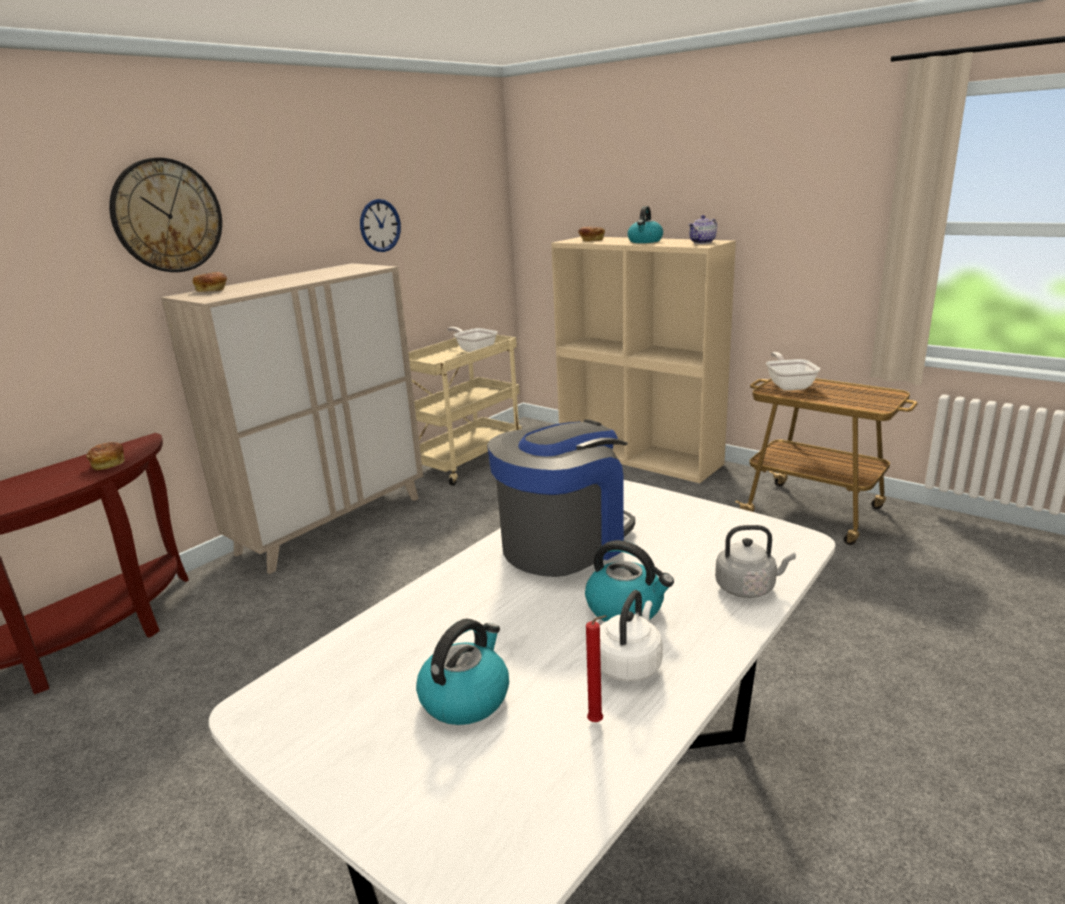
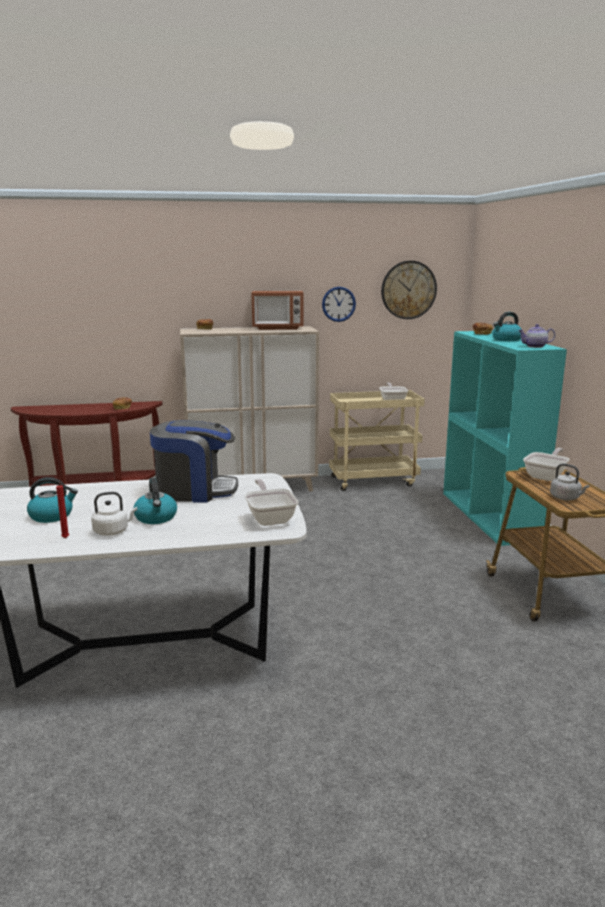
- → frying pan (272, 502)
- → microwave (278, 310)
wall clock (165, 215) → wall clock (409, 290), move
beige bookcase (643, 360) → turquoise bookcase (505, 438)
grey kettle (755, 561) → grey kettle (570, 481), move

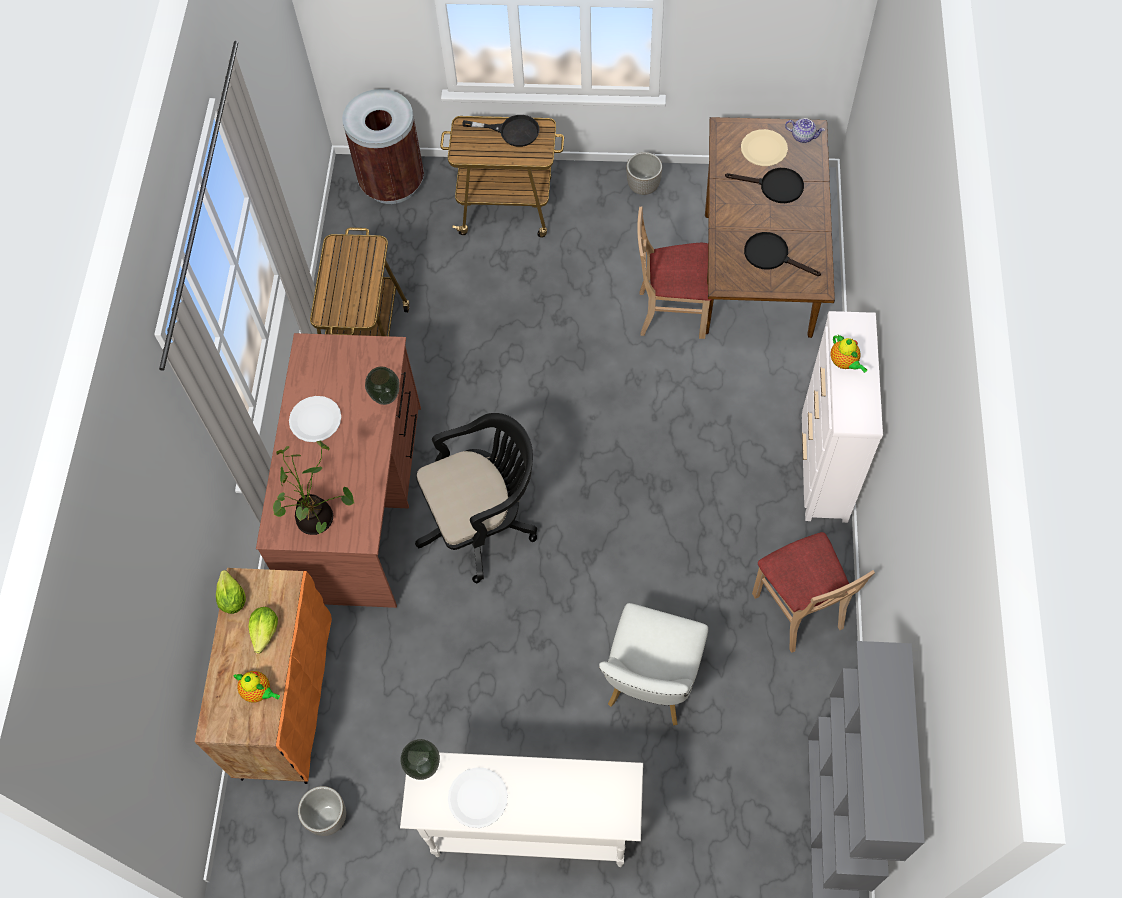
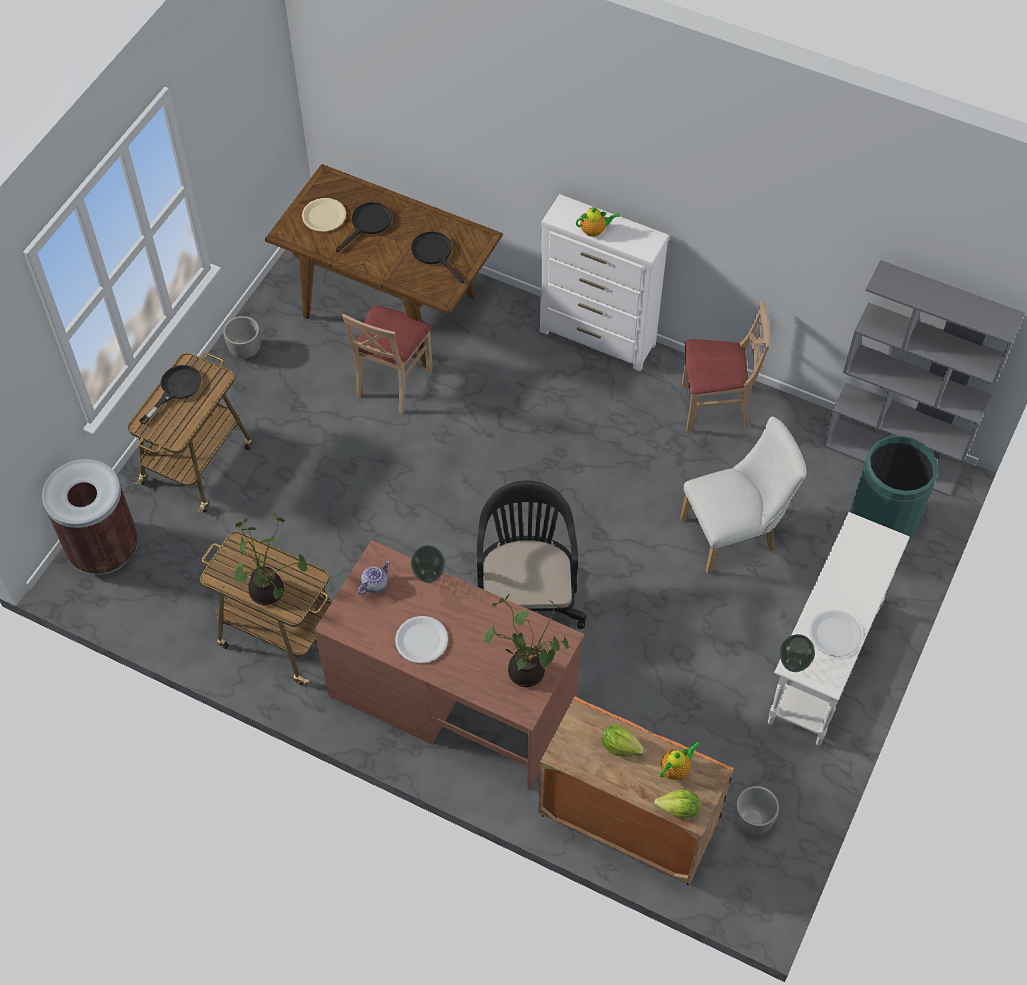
- → potted plant (271, 559)
teapot (805, 130) → teapot (374, 578), move
black frying pan (782, 254) → black frying pan (437, 257), 90 degrees clockwise
lettuce (231, 592) → lettuce (677, 804), move
white chair (653, 664) → white chair (743, 495), 60 degrees counterclockwise
- → green trash can (893, 489)

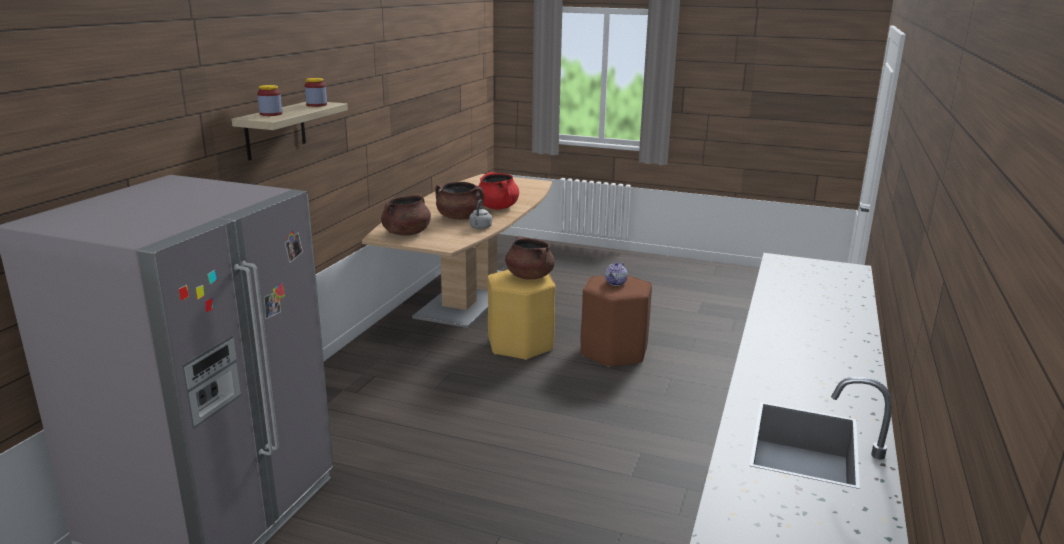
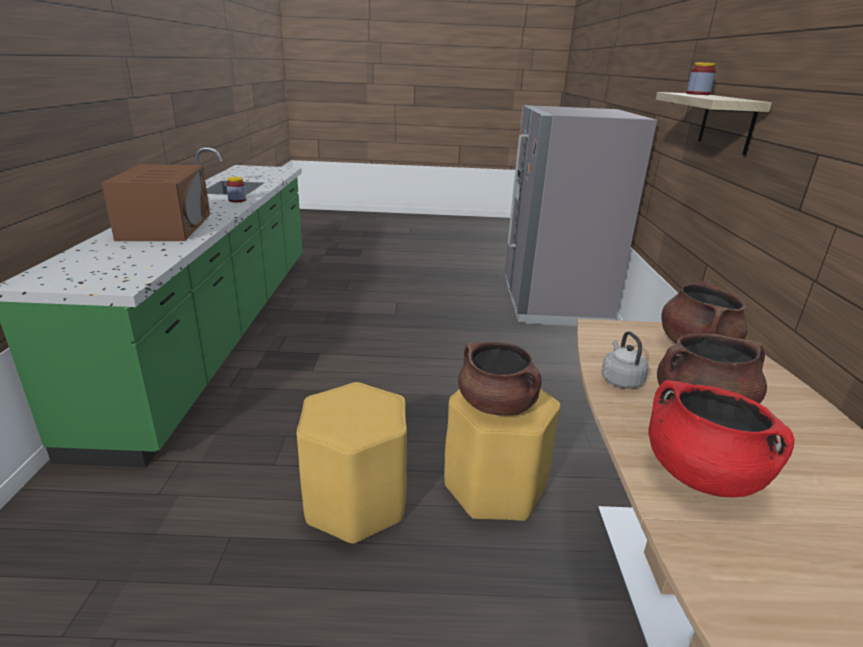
- → brown microwave (155, 202)
jar (316, 92) → jar (236, 189), move
brown stool (616, 321) → yellow stool (352, 463)
teapot (616, 274) → -

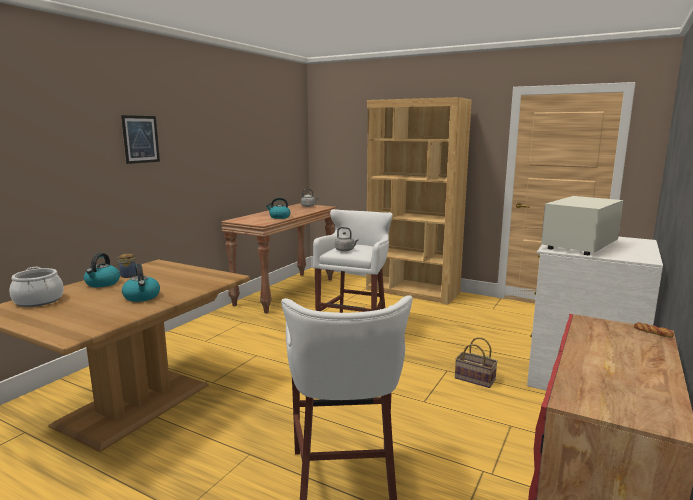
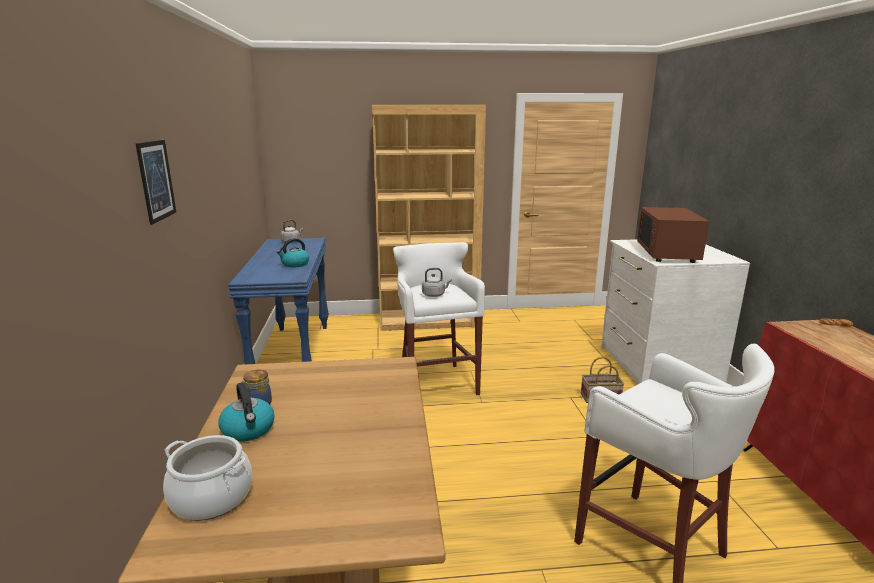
brown console table (279, 259) → blue console table (278, 301)
white microwave (582, 225) → brown microwave (673, 235)
kettle (141, 283) → -

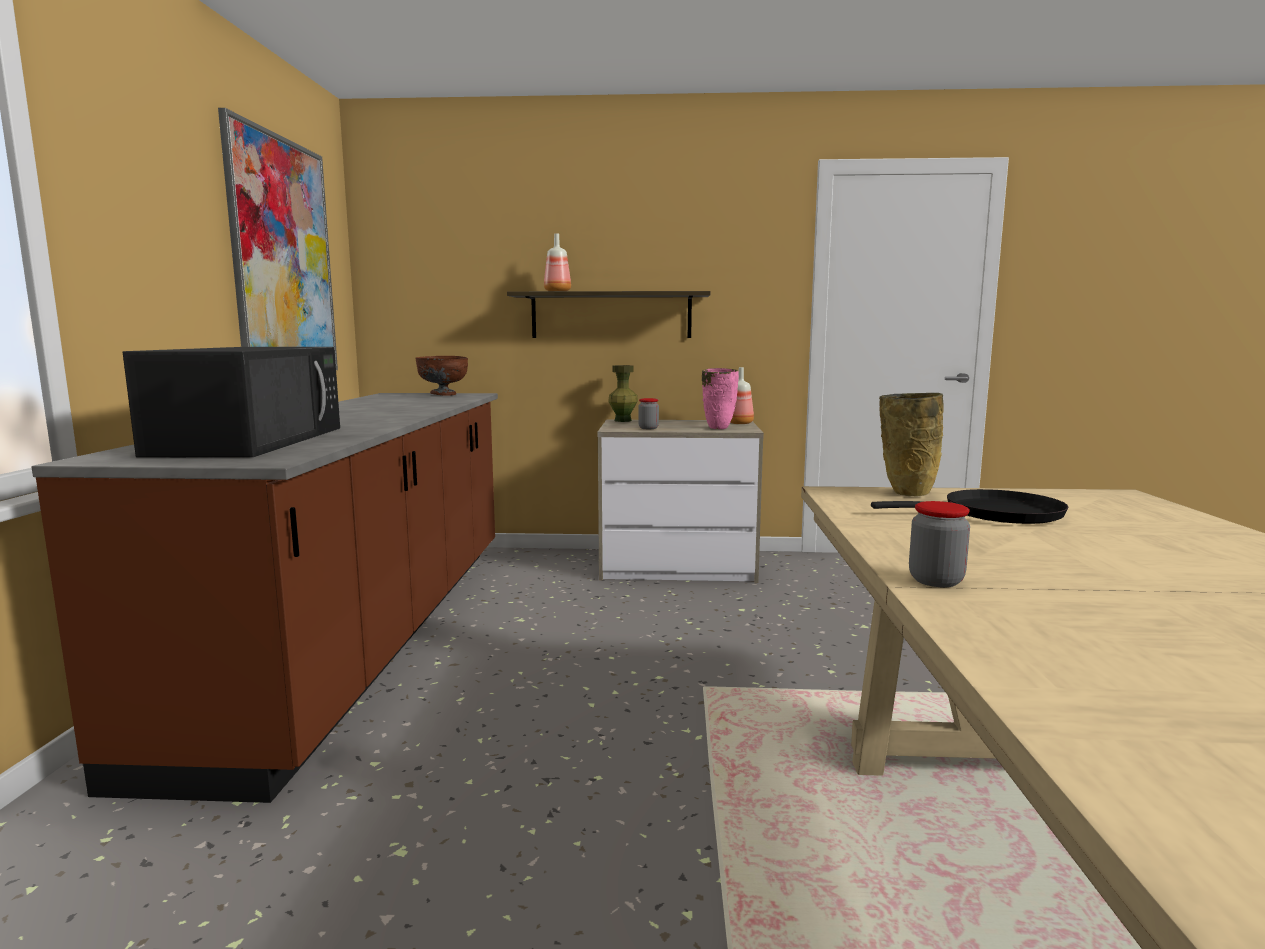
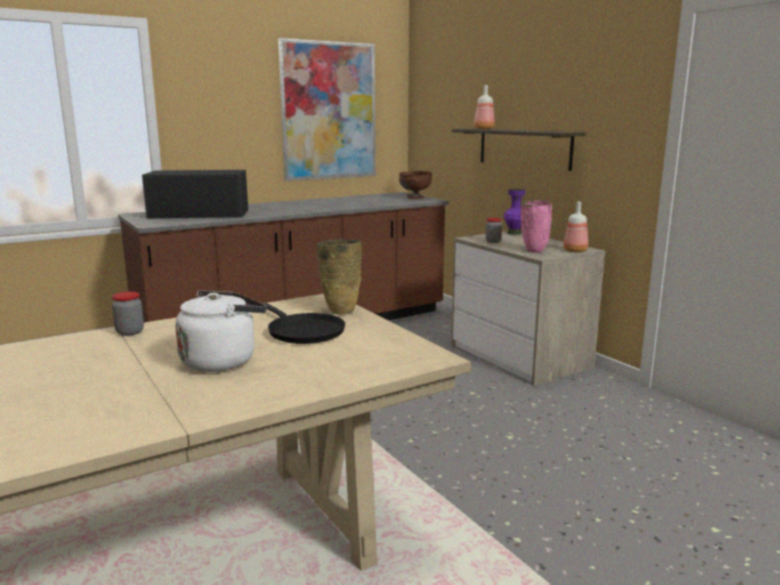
black microwave (231, 402) → black microwave (195, 194), 150 degrees counterclockwise
- → white kettle (221, 331)
green vase (623, 393) → purple vase (514, 212)

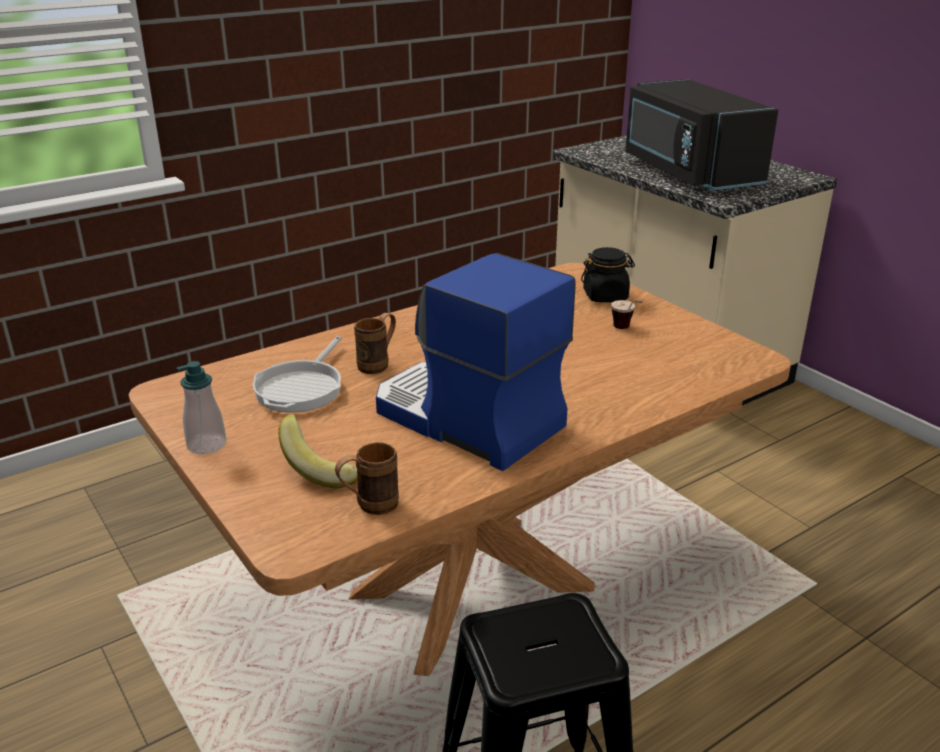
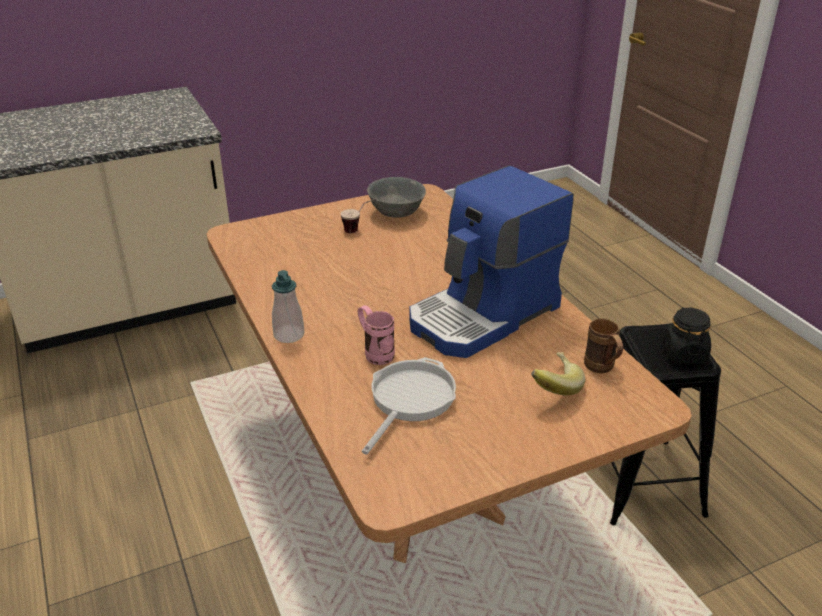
soap dispenser (201, 407) → soap dispenser (288, 306), move
brown mug (375, 343) → pink mug (376, 335)
frying pan (297, 374) → frying pan (409, 406), 90 degrees counterclockwise
- → grey bowl (396, 197)
black jar (608, 274) → black jar (686, 335), move
black microwave (701, 135) → -

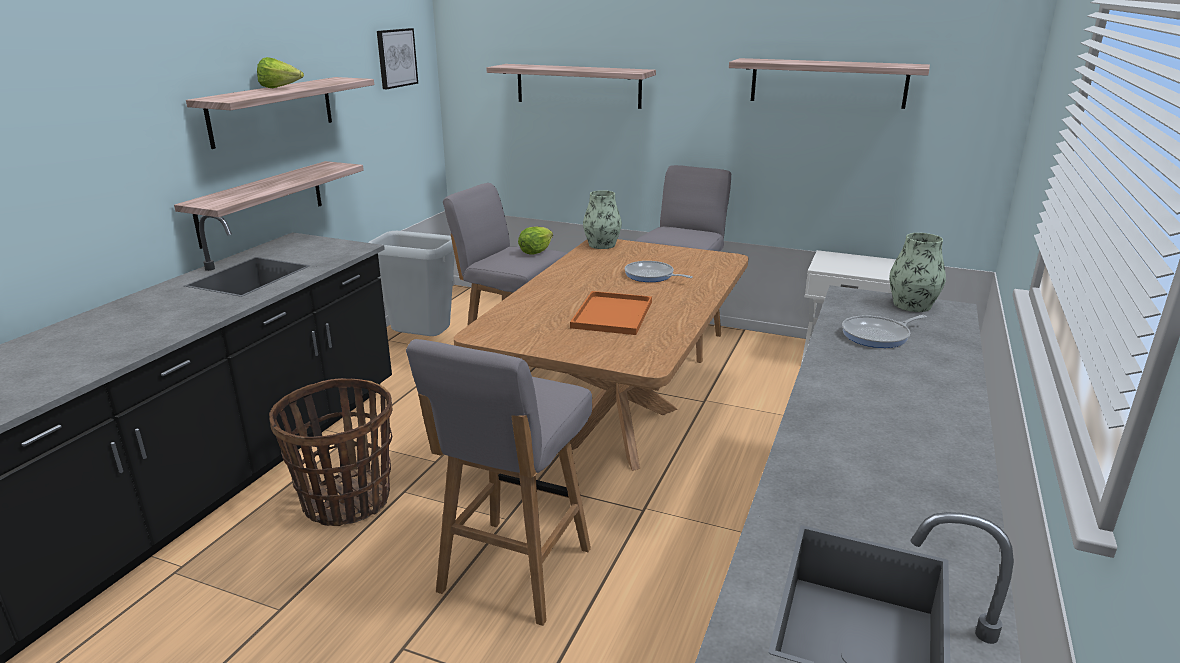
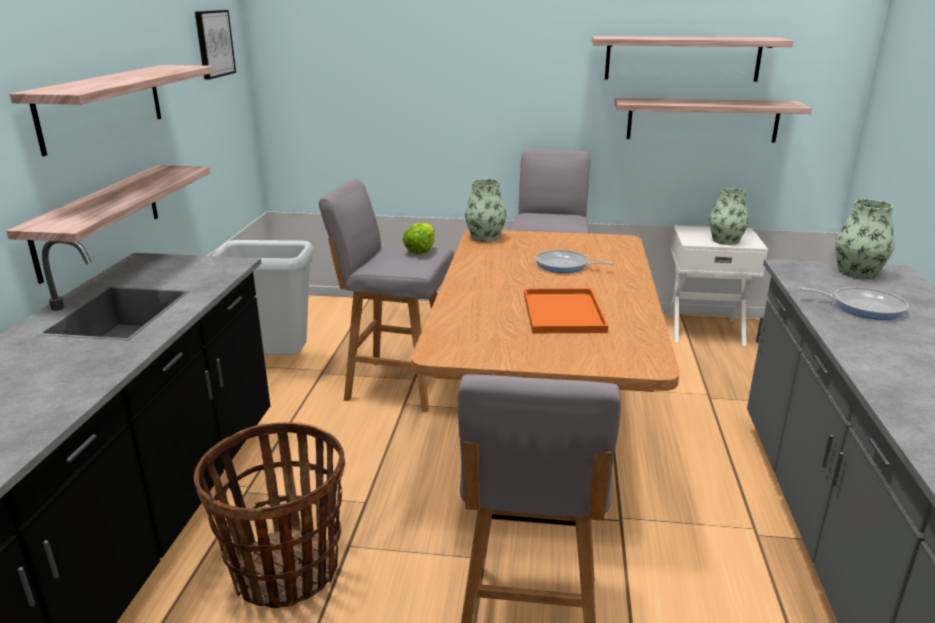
shelf (571, 86) → shelf (713, 120), move
- → vase (729, 216)
frying pan (884, 331) → frying pan (853, 303), 120 degrees counterclockwise
lettuce (280, 72) → -

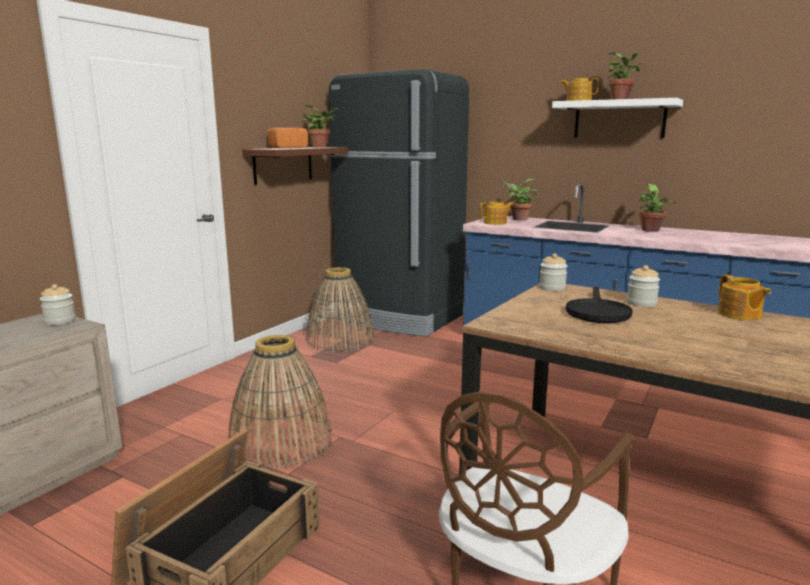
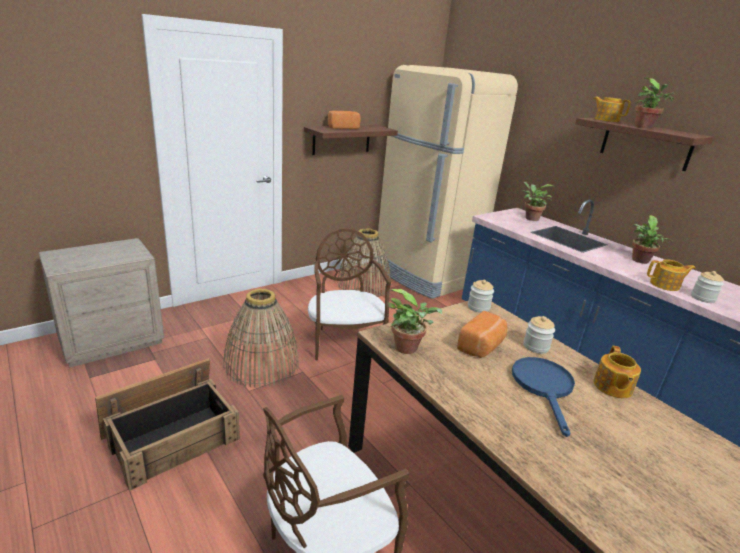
- → brown chair (349, 294)
black fridge (399, 202) → beige fridge (447, 182)
potted plant (320, 126) → potted plant (415, 321), move
black frying pan (599, 304) → bread (482, 334)
- → blue frying pan (543, 397)
white shelf (617, 118) → brown shelf (644, 144)
teapot (496, 213) → teapot (671, 275), move
jar (58, 304) → jar (707, 287), move

